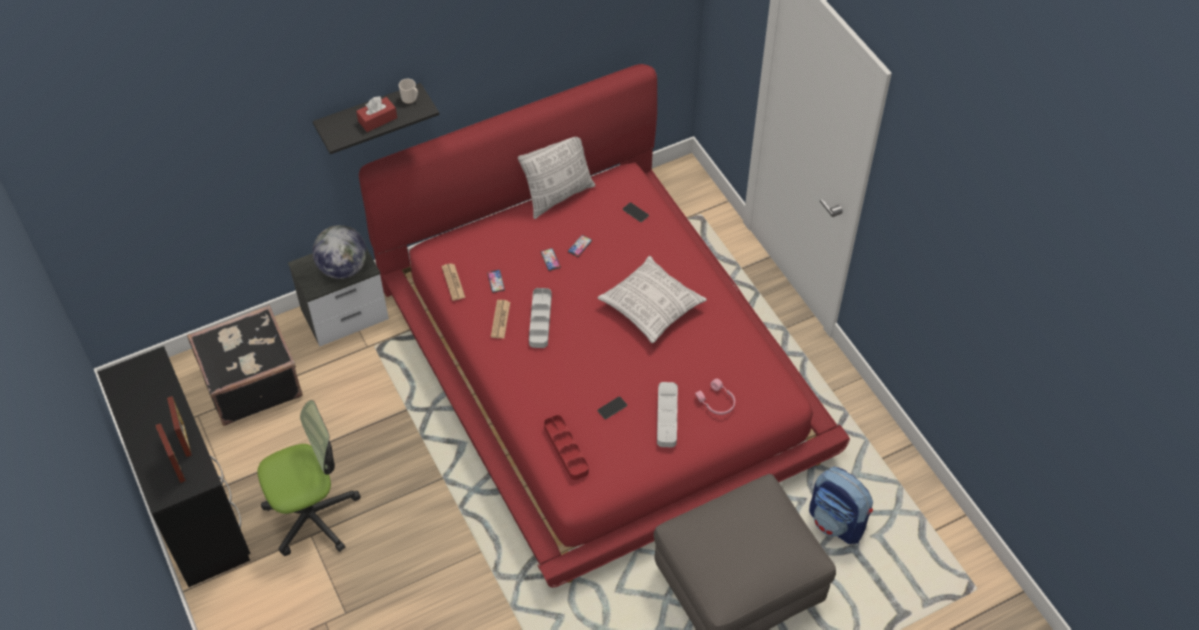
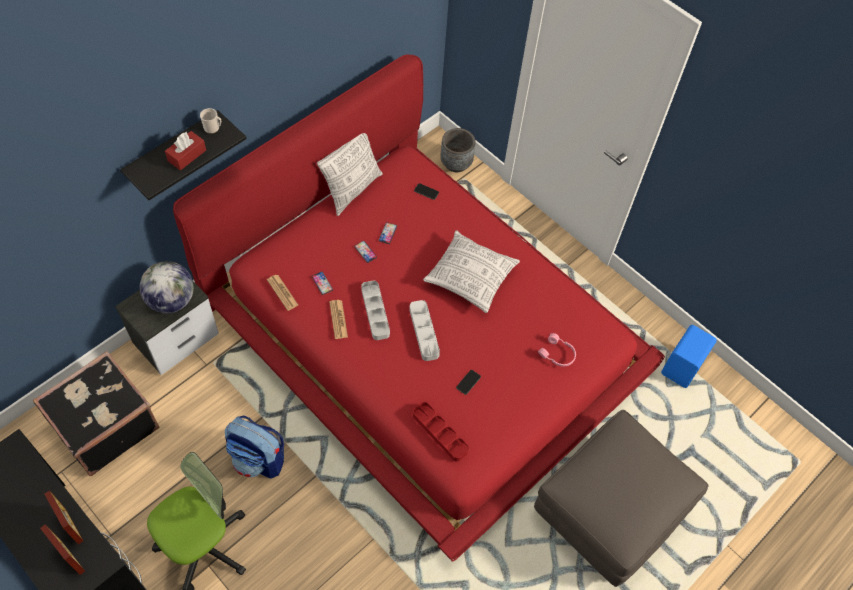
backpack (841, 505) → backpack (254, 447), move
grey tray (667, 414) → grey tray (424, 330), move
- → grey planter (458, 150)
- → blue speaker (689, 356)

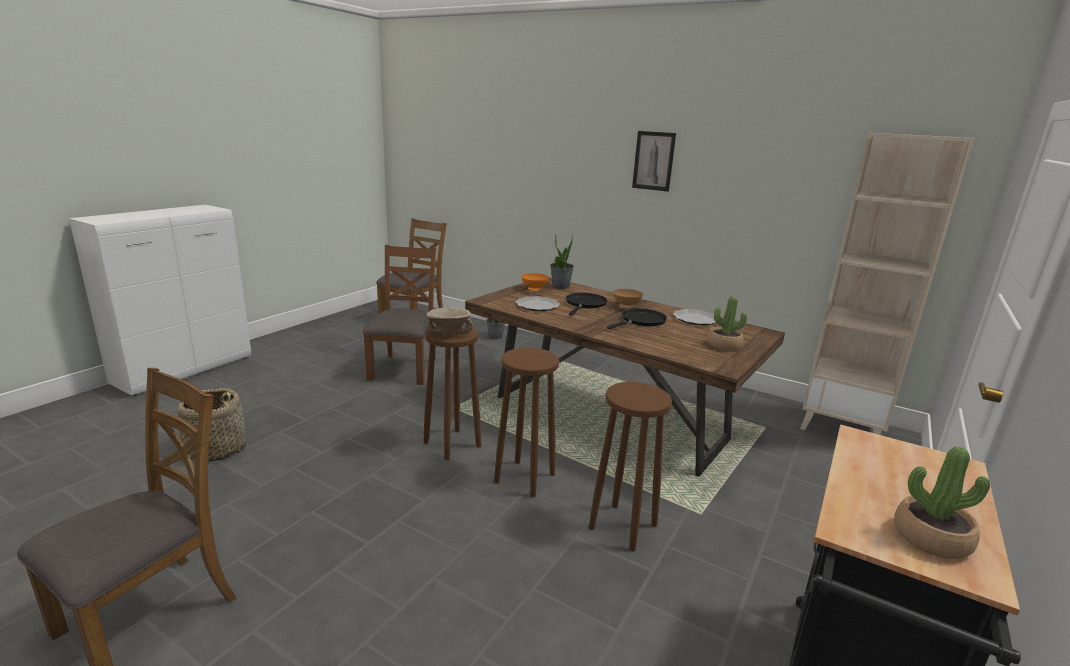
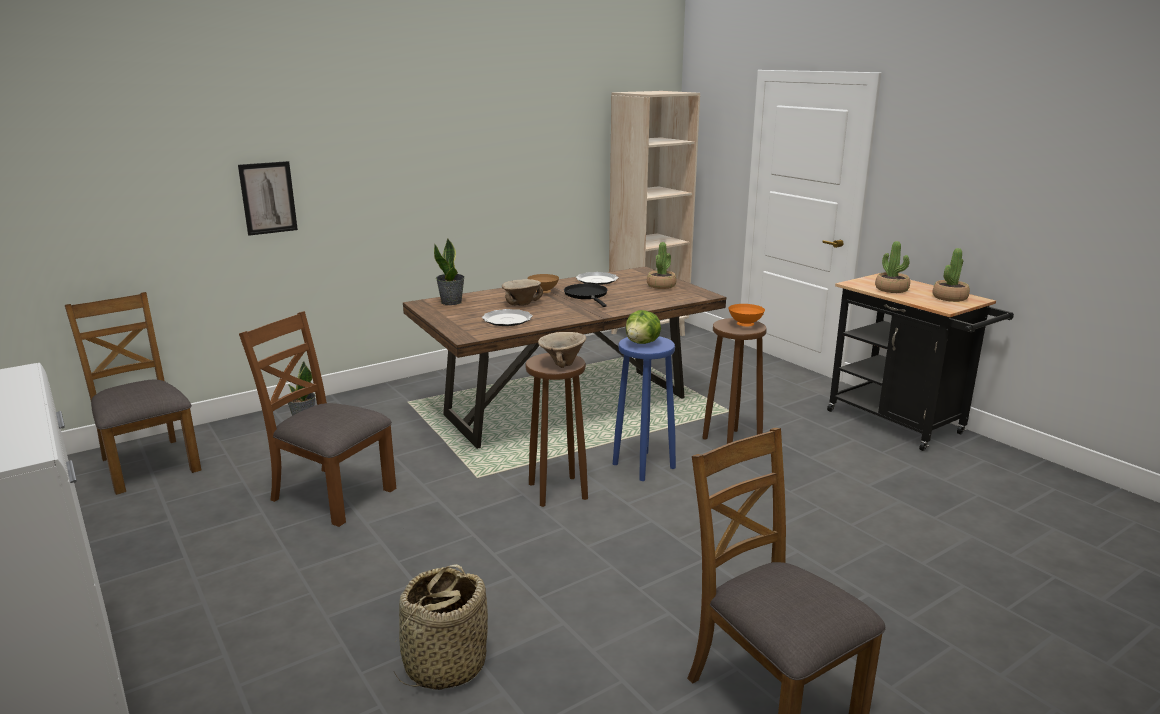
picture (654, 161) → picture (268, 198), move
black frying pan (586, 304) → beige bowl (522, 292)
brown stool (526, 422) → blue stool (644, 408)
- → lettuce (643, 327)
orange bowl (535, 282) → orange bowl (747, 315), move
- → potted plant (892, 267)

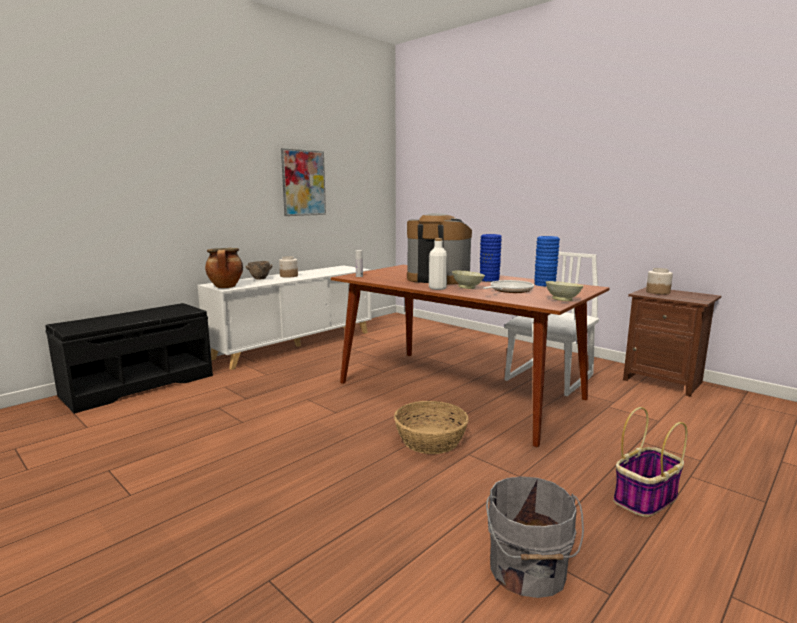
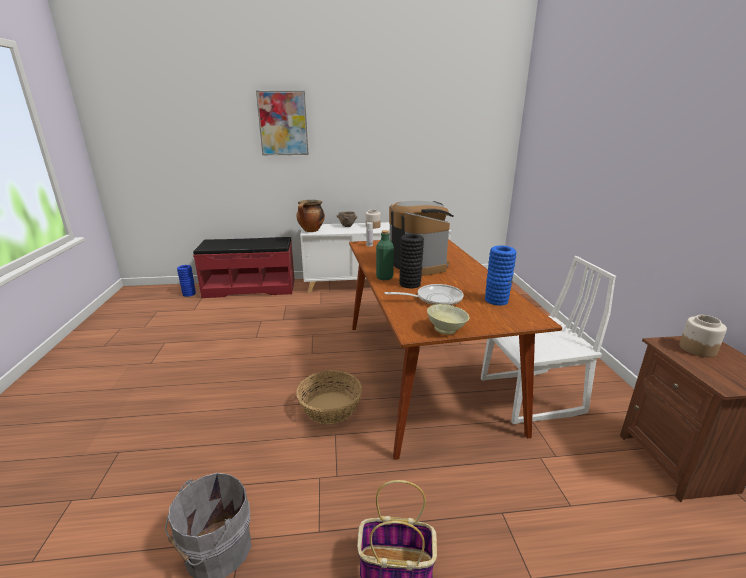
blue vase (491, 258) → blue vase (186, 281), move
black bench (129, 358) → red bench (244, 267)
picture (303, 182) → picture (282, 123), move
white bottle (438, 264) → green bottle (385, 255)
beige bowl (468, 279) → black vase (411, 261)

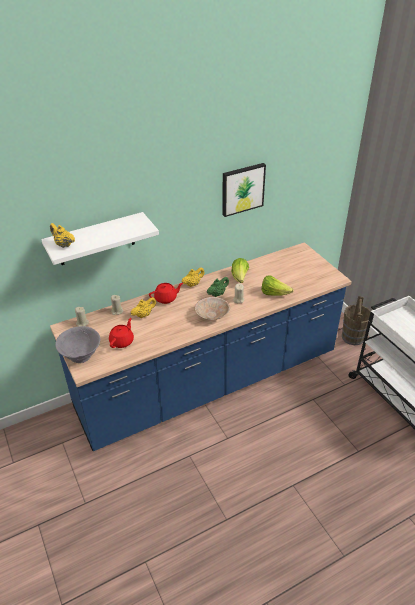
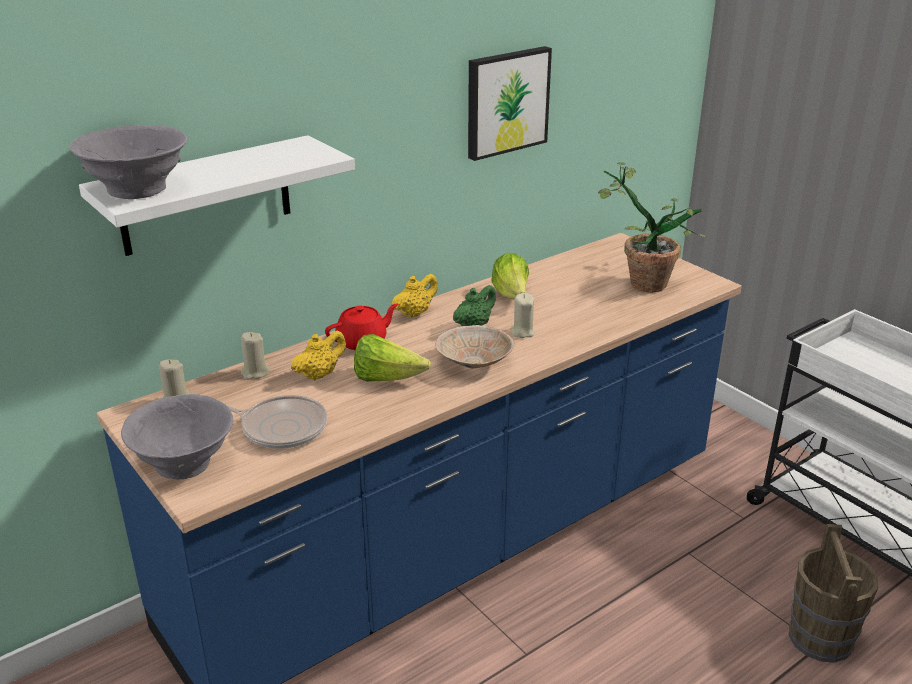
yellow teapot (62, 235) → grey bowl (128, 162)
red teapot (121, 333) → frying pan (277, 422)
lettuce (278, 286) → lettuce (392, 358), move
- → potted plant (652, 227)
brown bucket (356, 320) → brown bucket (833, 593), move

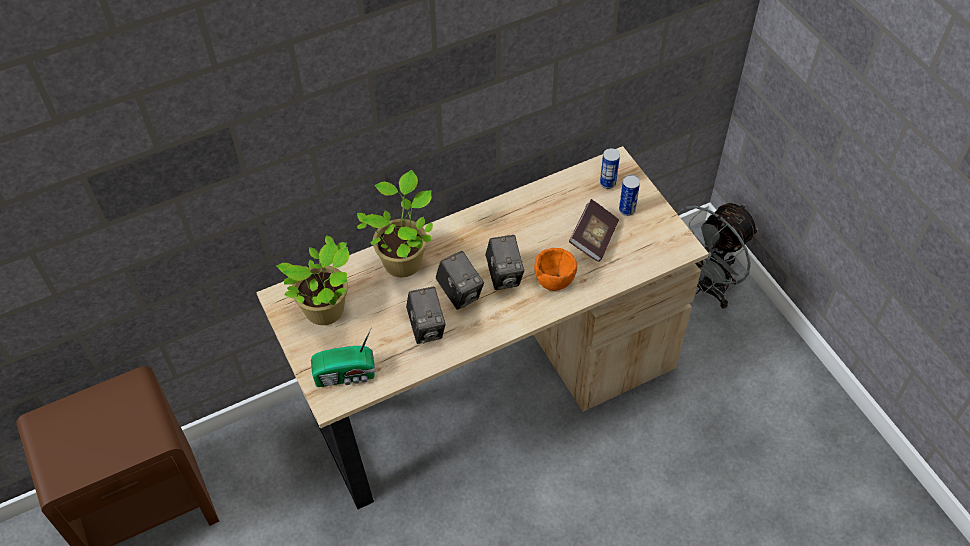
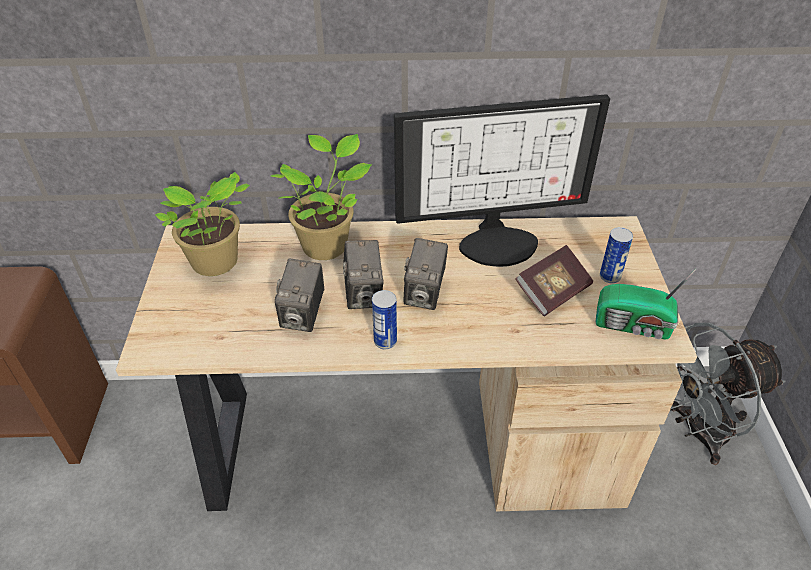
can (610, 168) → can (384, 319), move
- → monitor (502, 180)
radio (343, 357) → radio (646, 303), move
orange bowl (555, 269) → -

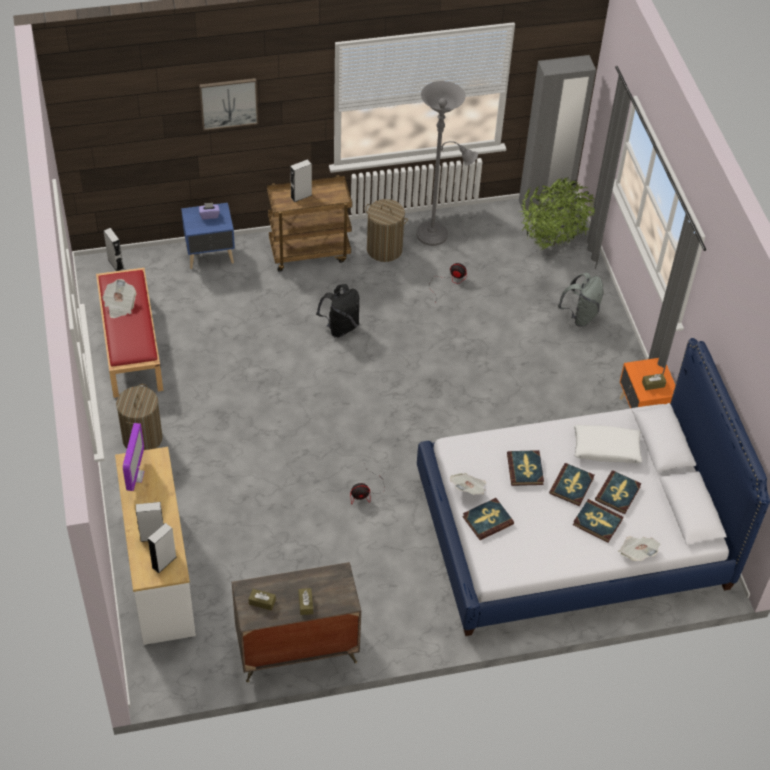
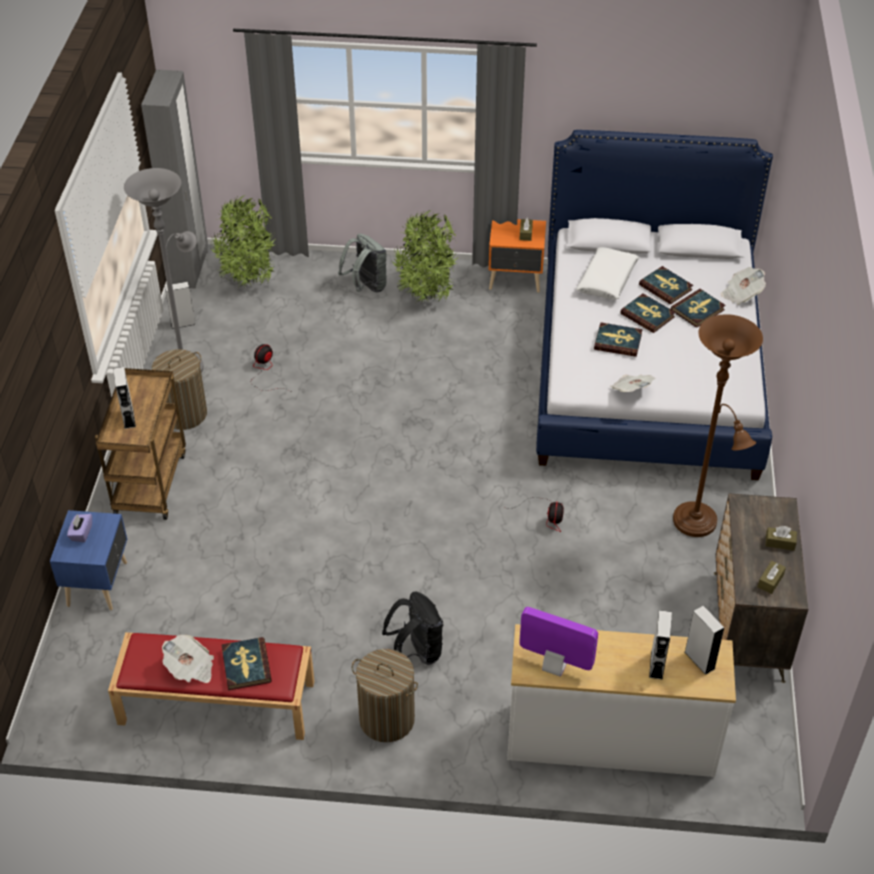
grey speaker (114, 249) → grey speaker (180, 305), move
book (488, 519) → book (246, 663), move
black backpack (337, 311) → black backpack (413, 628), move
- → potted plant (425, 257)
- → brown floor lamp (718, 425)
picture (228, 104) → -

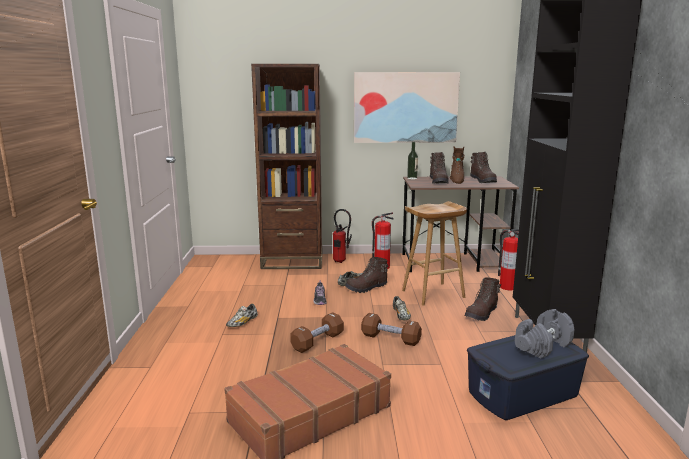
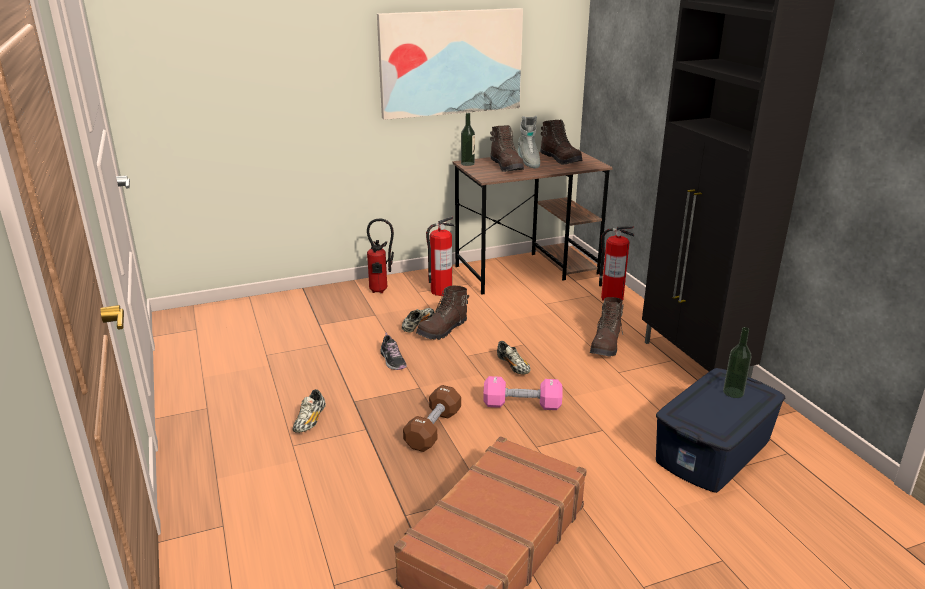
brown dumbbell (391, 329) → pink dumbbell (523, 393)
brown boot (457, 165) → grey boot (529, 142)
grey dumbbell (545, 334) → bottle (737, 362)
brown bookcase (286, 166) → -
brown stool (434, 253) → -

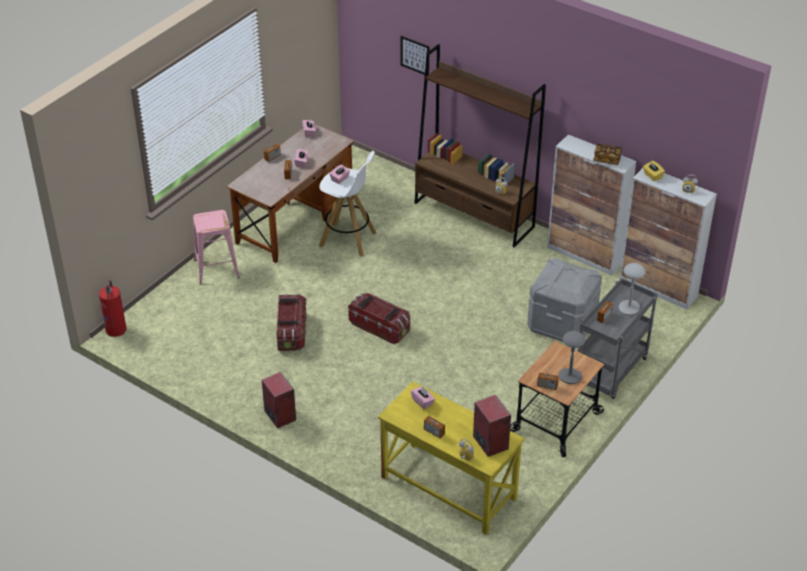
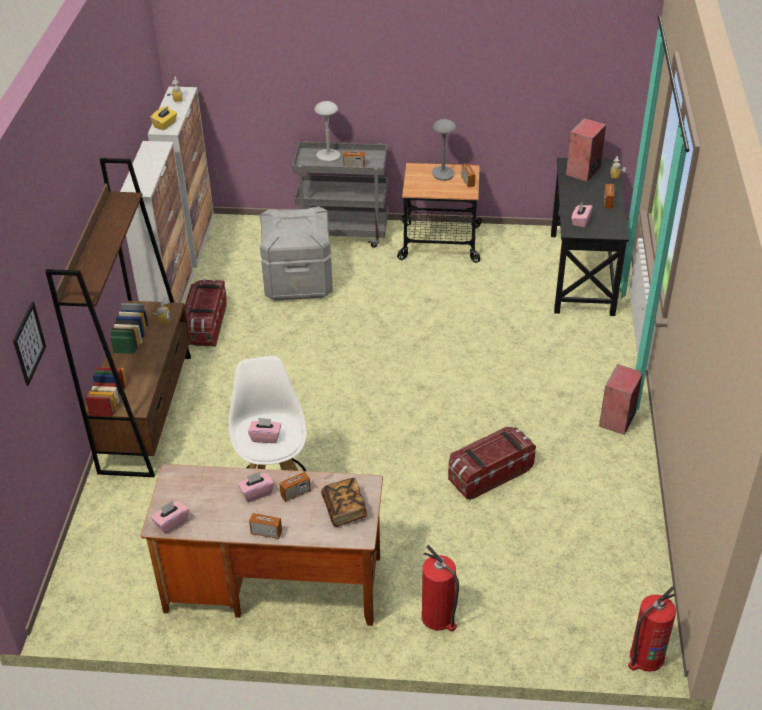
storage box (379, 319) → storage box (206, 312), move
book (607, 154) → book (344, 502), move
pink stool (216, 247) → fire extinguisher (440, 588)
yellow desk (451, 458) → black desk (590, 237)

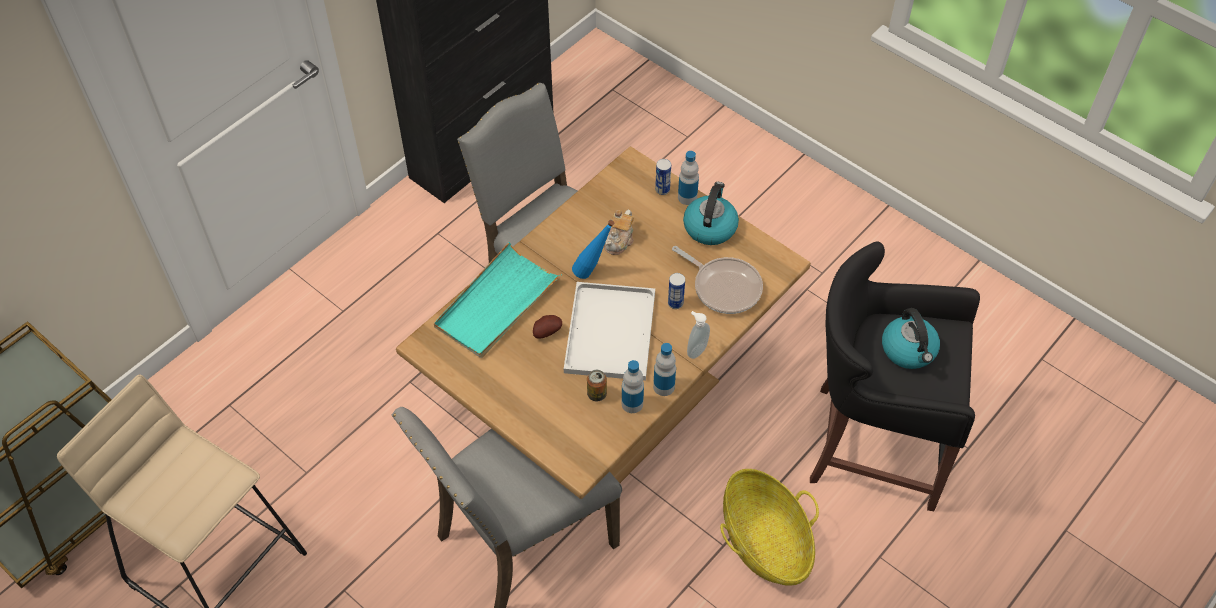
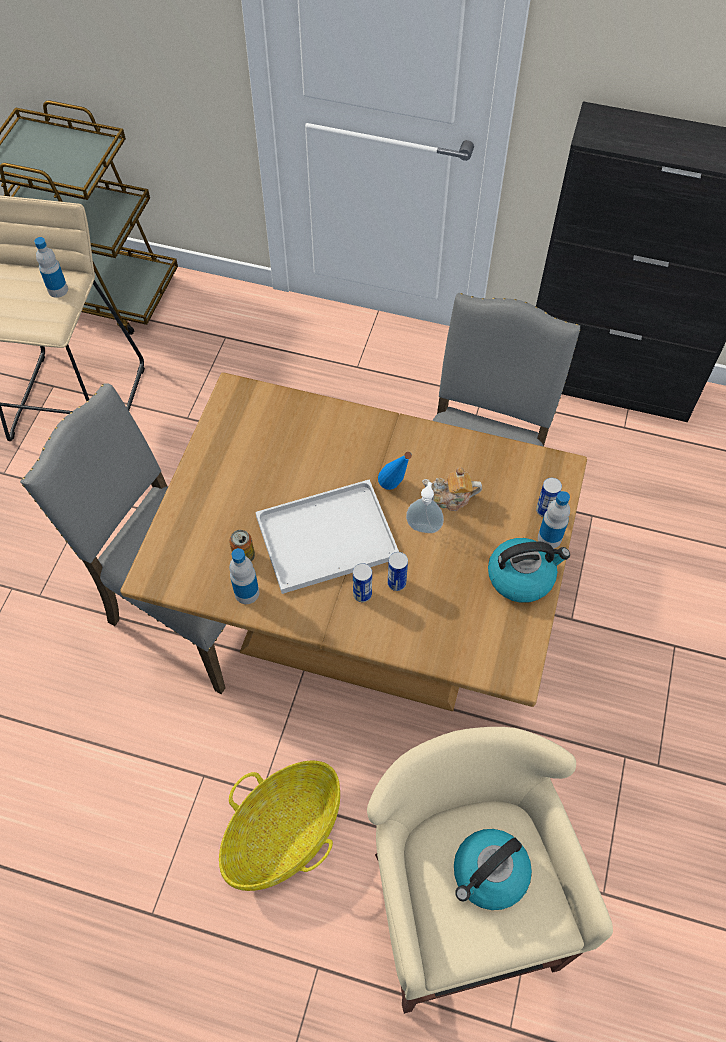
bottle (664, 369) → bottle (51, 267), move
- → can (362, 582)
black stool (895, 376) → beige stool (490, 870)
soap dispenser (698, 335) → soap dispenser (425, 507), move
turquoise tray (498, 300) → -
potato (547, 327) → -
frying pan (717, 280) → -

